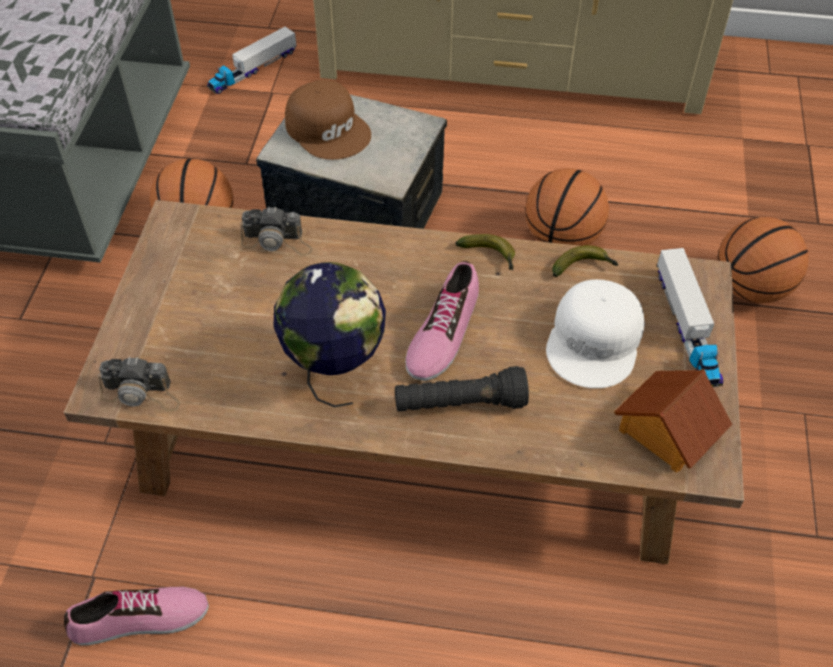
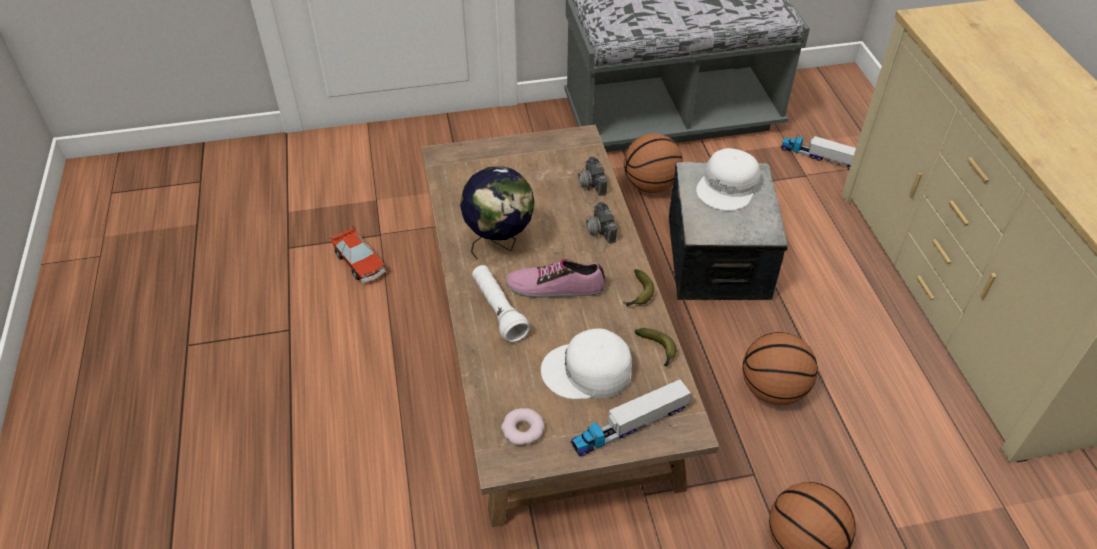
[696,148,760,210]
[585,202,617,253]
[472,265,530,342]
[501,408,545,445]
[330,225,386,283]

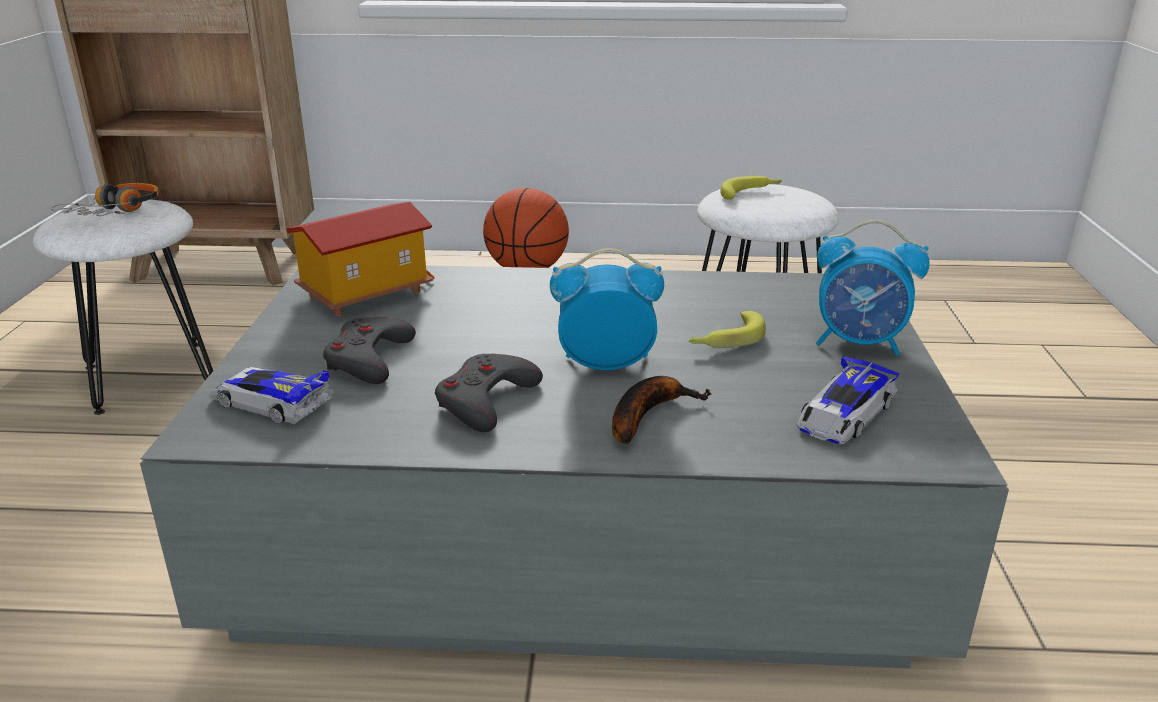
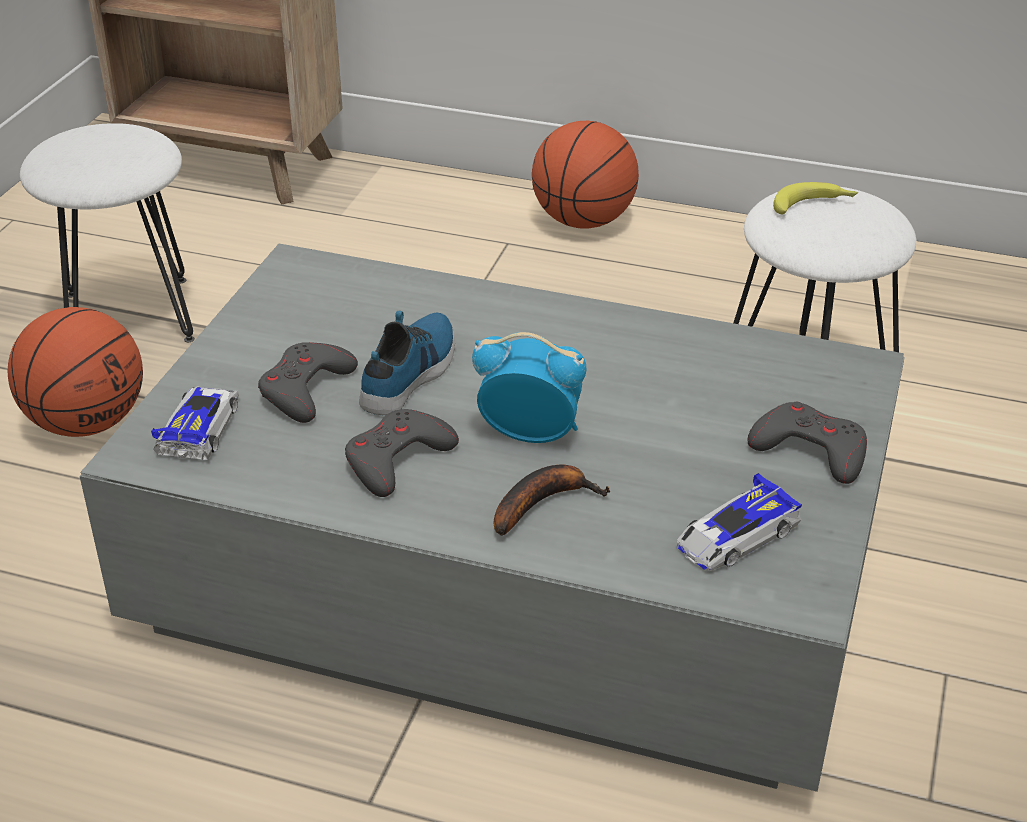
[50,183,159,216] (first image)
[286,202,435,316] (first image)
[748,402,867,484]
[689,311,766,348] (first image)
[151,387,239,460]
[8,307,143,437]
[359,311,455,415]

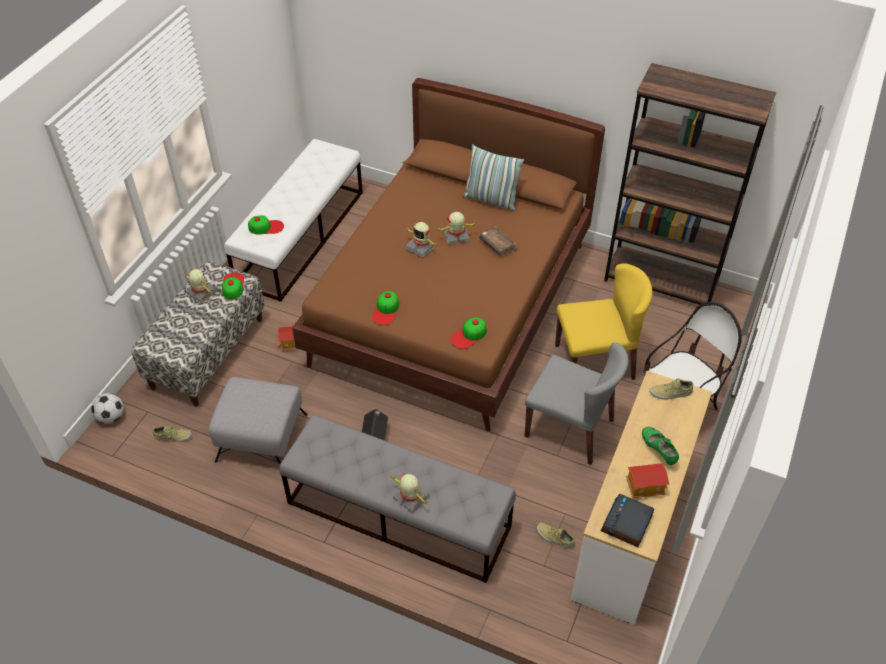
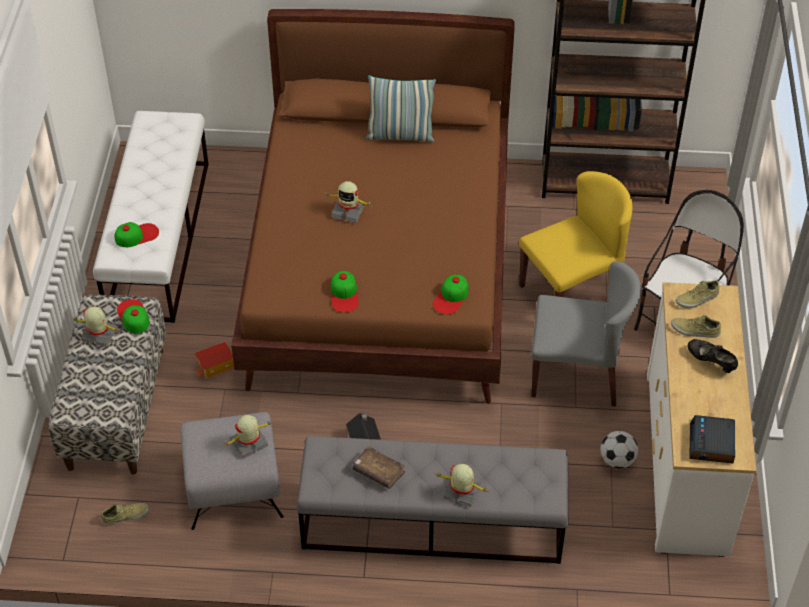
[223,415,274,458]
[352,446,405,489]
[600,431,638,468]
[688,339,738,373]
[626,463,669,498] (first image)
[671,315,721,338]

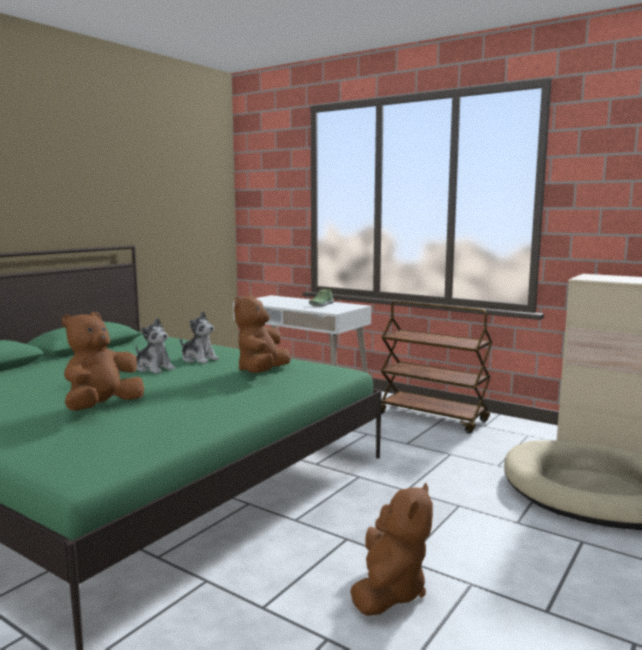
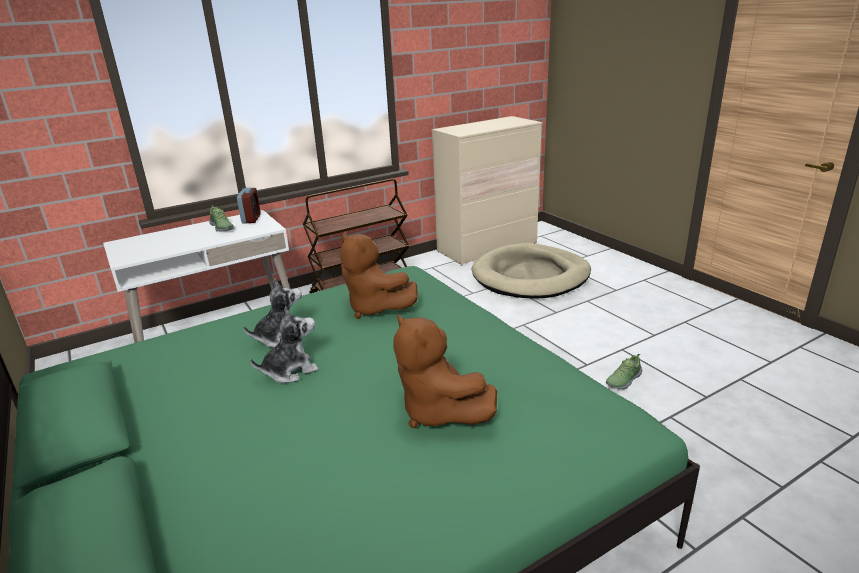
[606,354,642,389]
[237,188,261,224]

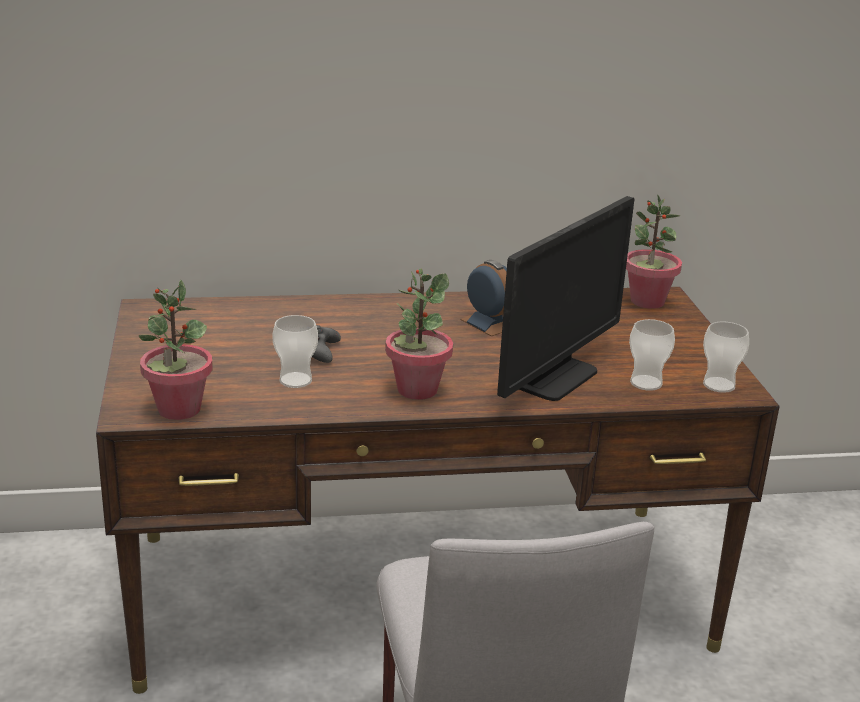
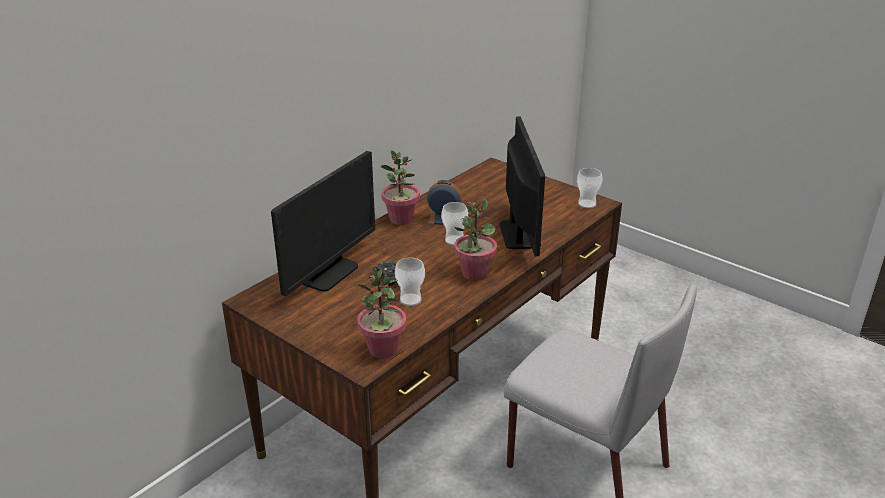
[380,150,420,225]
[441,202,469,245]
[271,151,375,297]

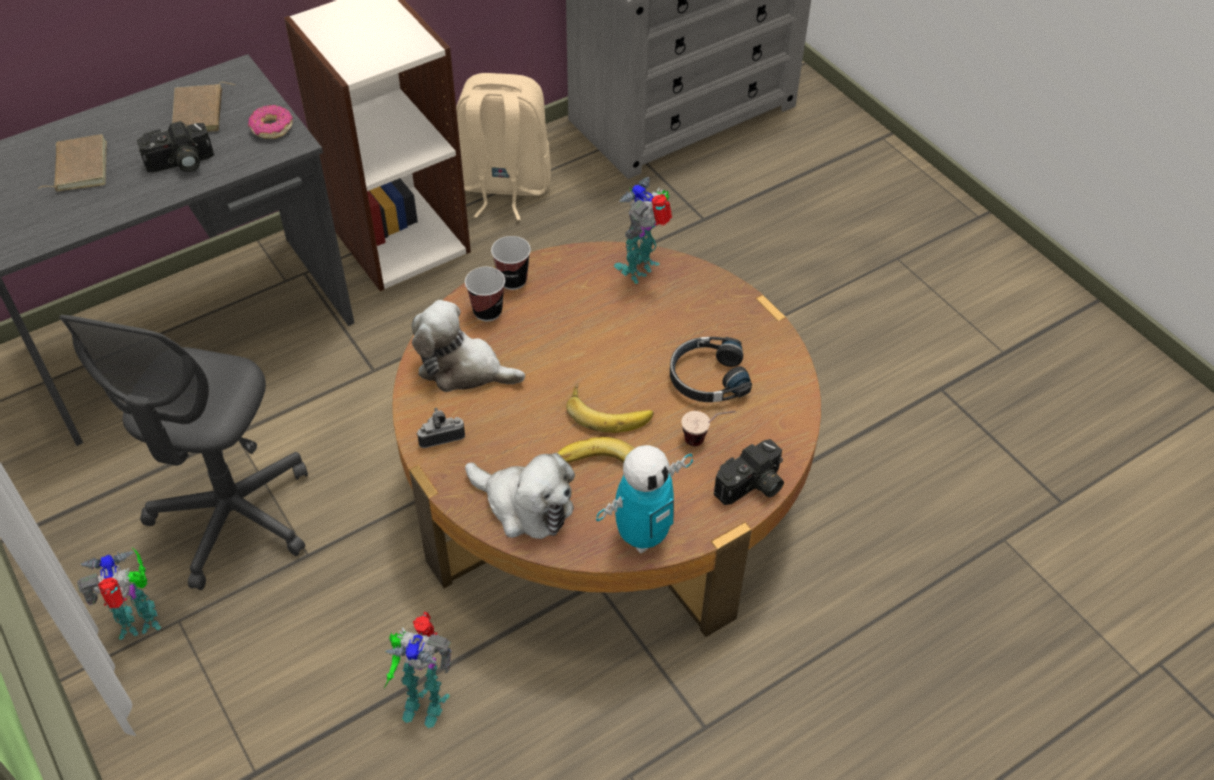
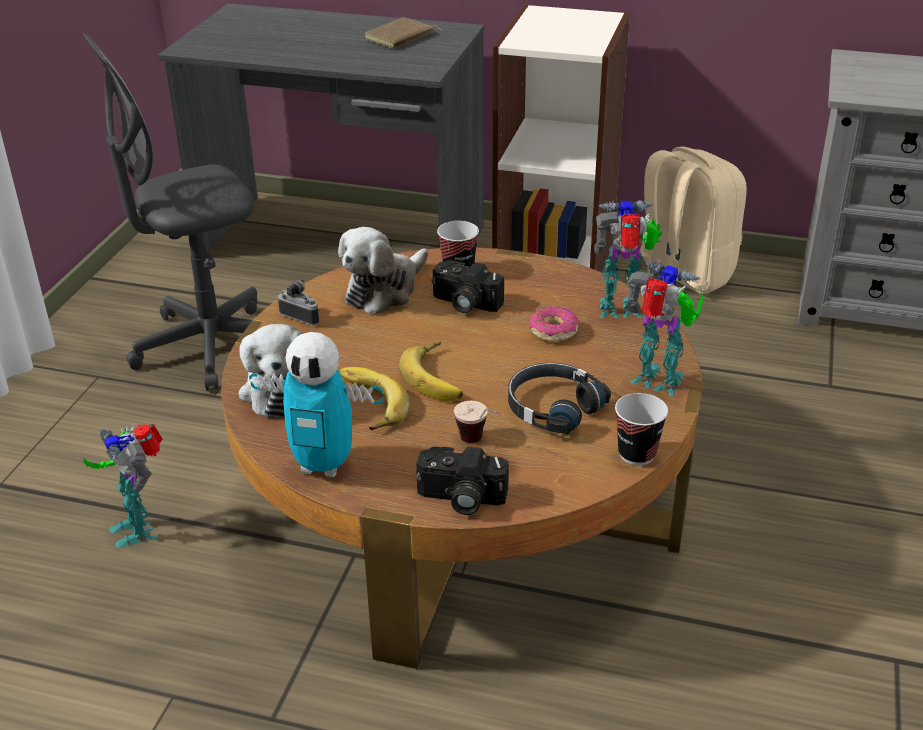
[529,306,579,342]
[432,260,504,313]
[38,134,107,191] (first image)
[615,393,668,465]
[338,227,428,315]
[627,261,703,396]

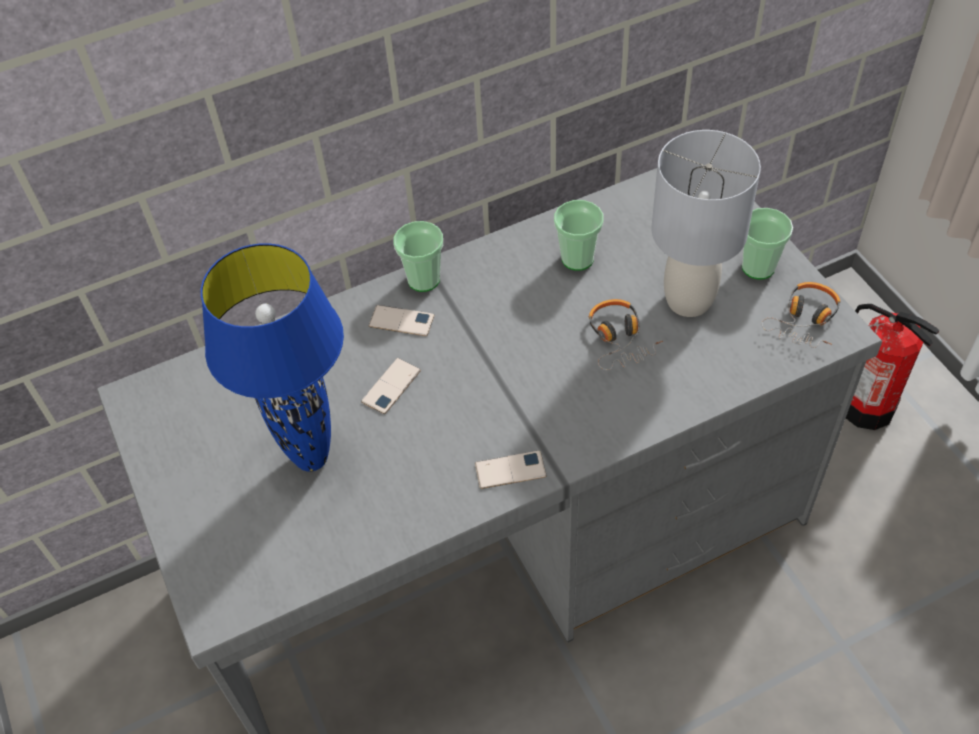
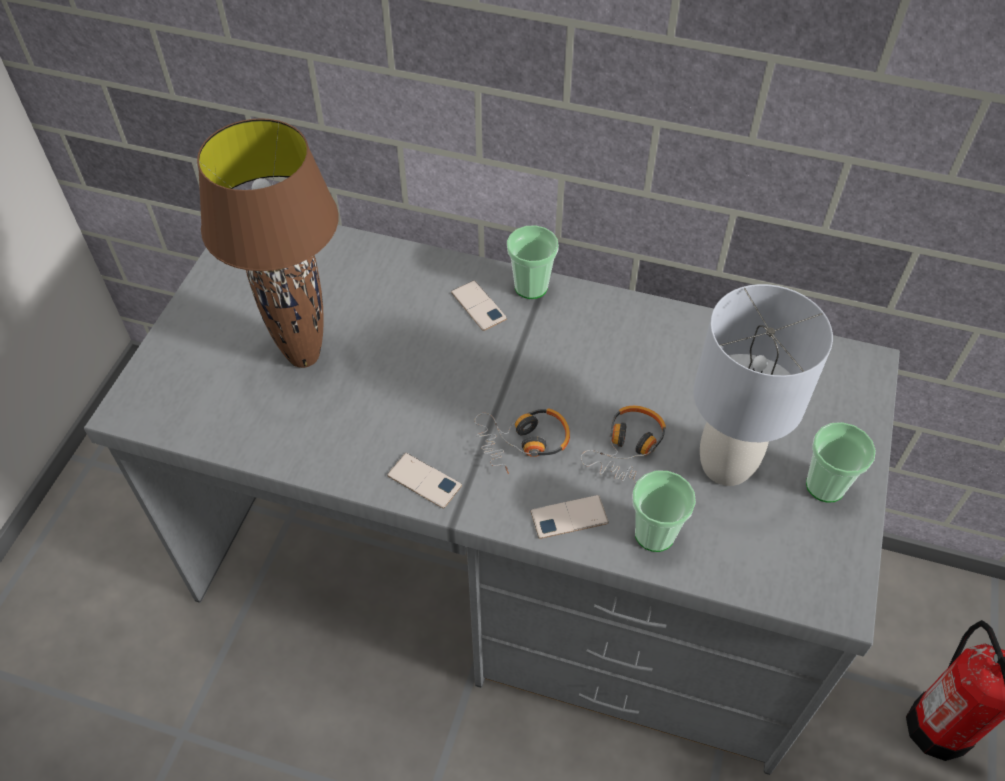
[632,471,696,552]
[197,118,339,368]
[474,408,570,474]
[530,495,609,539]

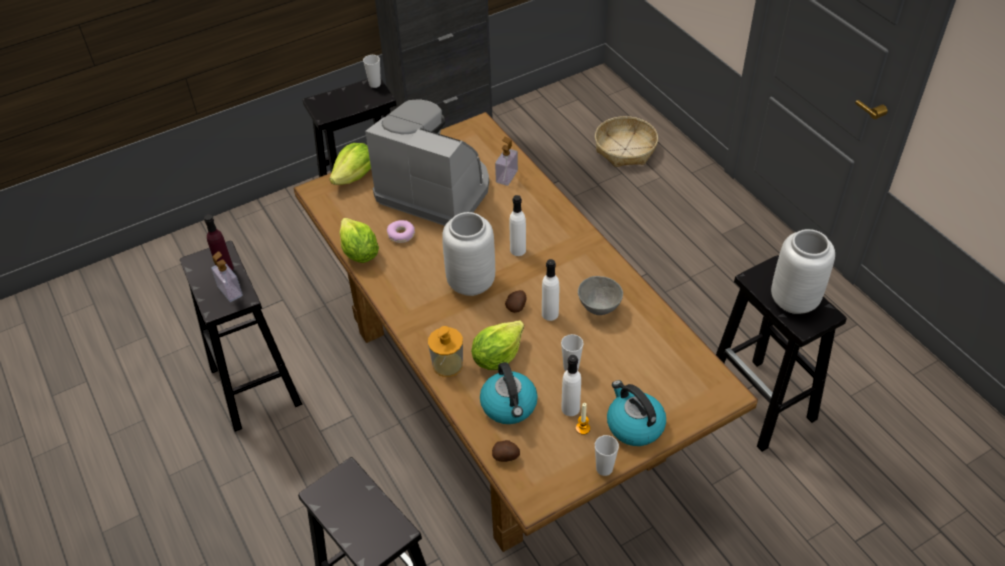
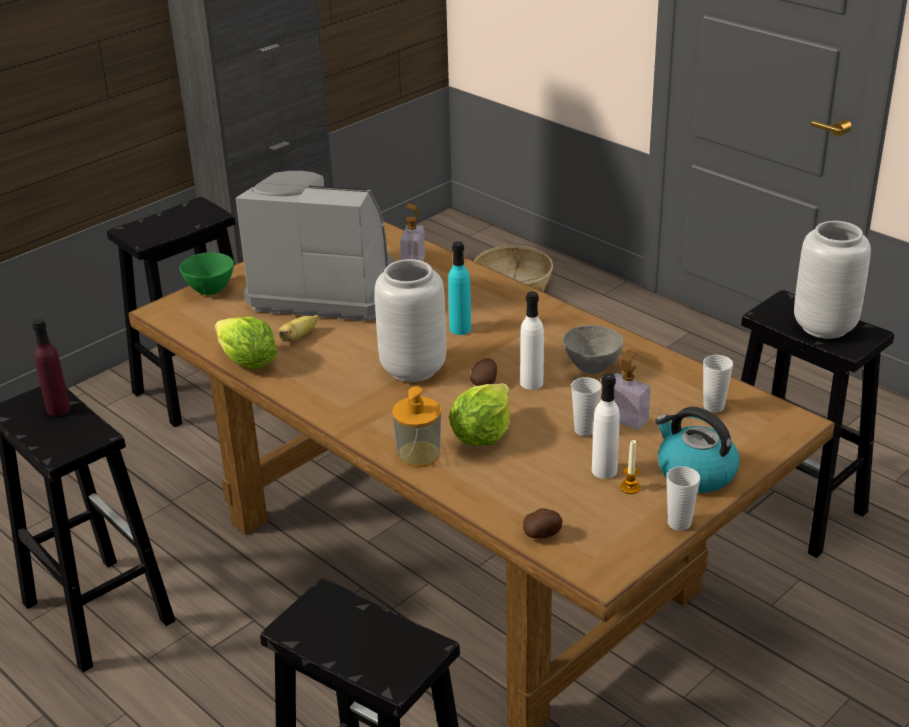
[703,355,733,413]
[180,252,234,295]
[448,241,471,335]
[279,315,319,342]
[614,350,651,430]
[480,362,538,424] (first image)

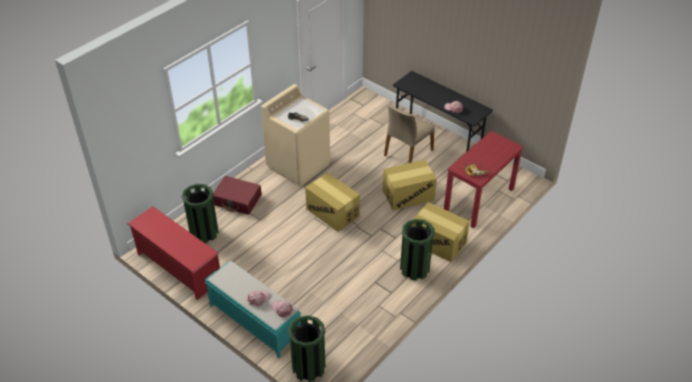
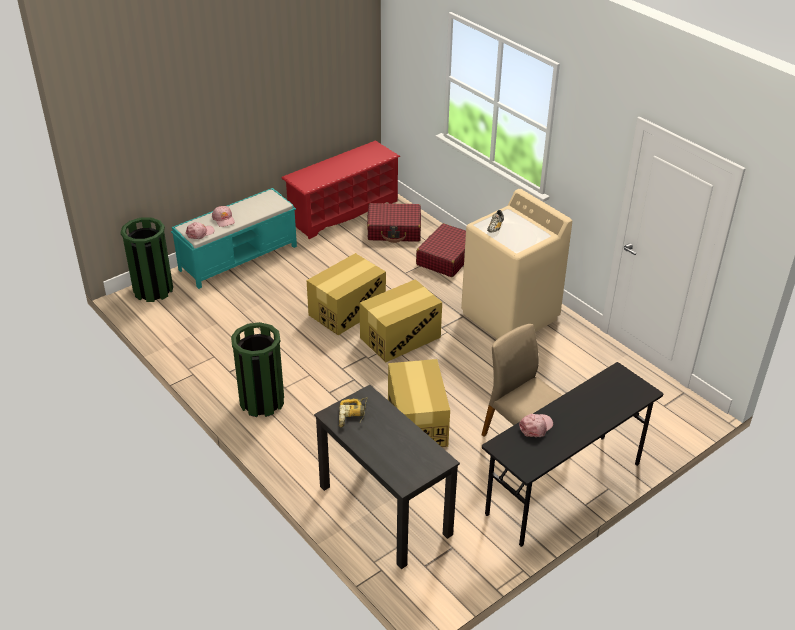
[314,385,460,569]
[367,203,421,243]
[306,253,386,335]

